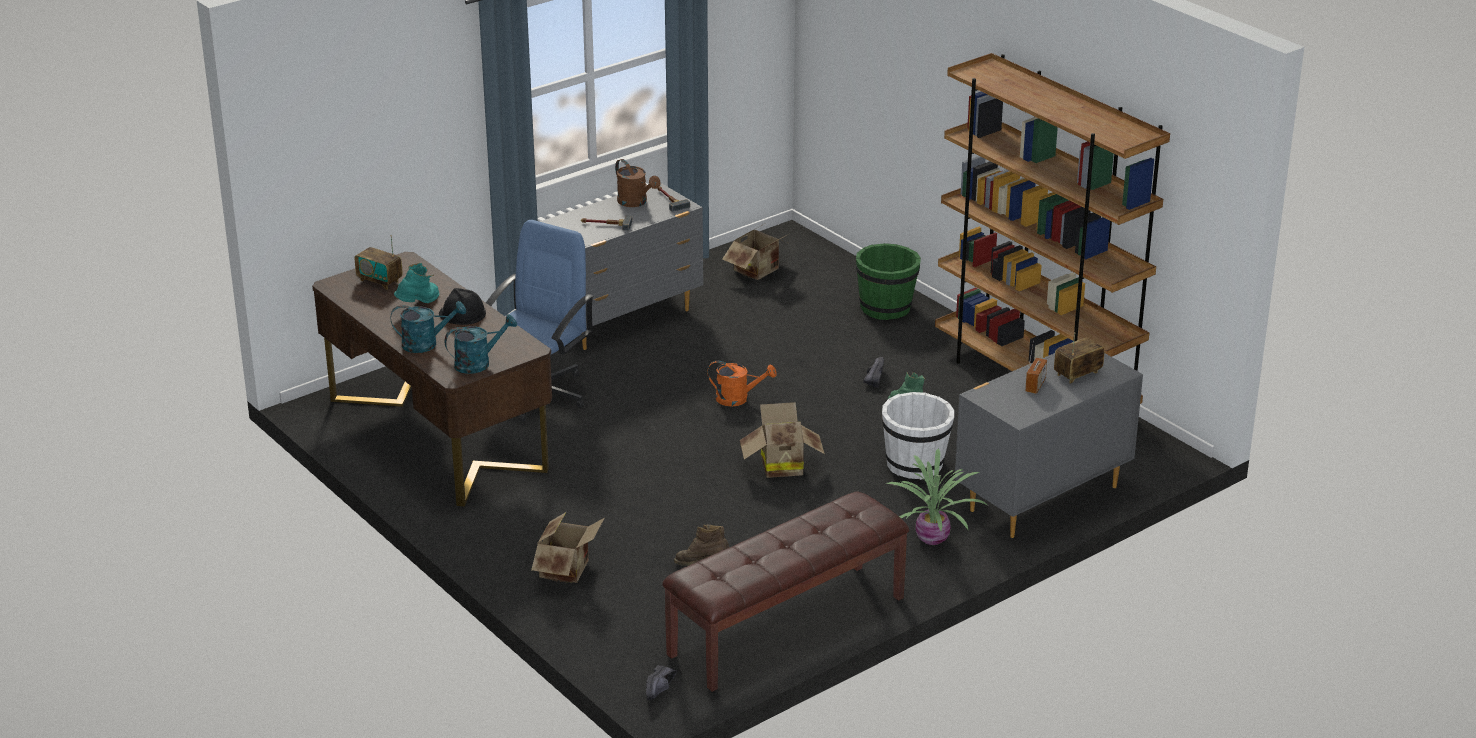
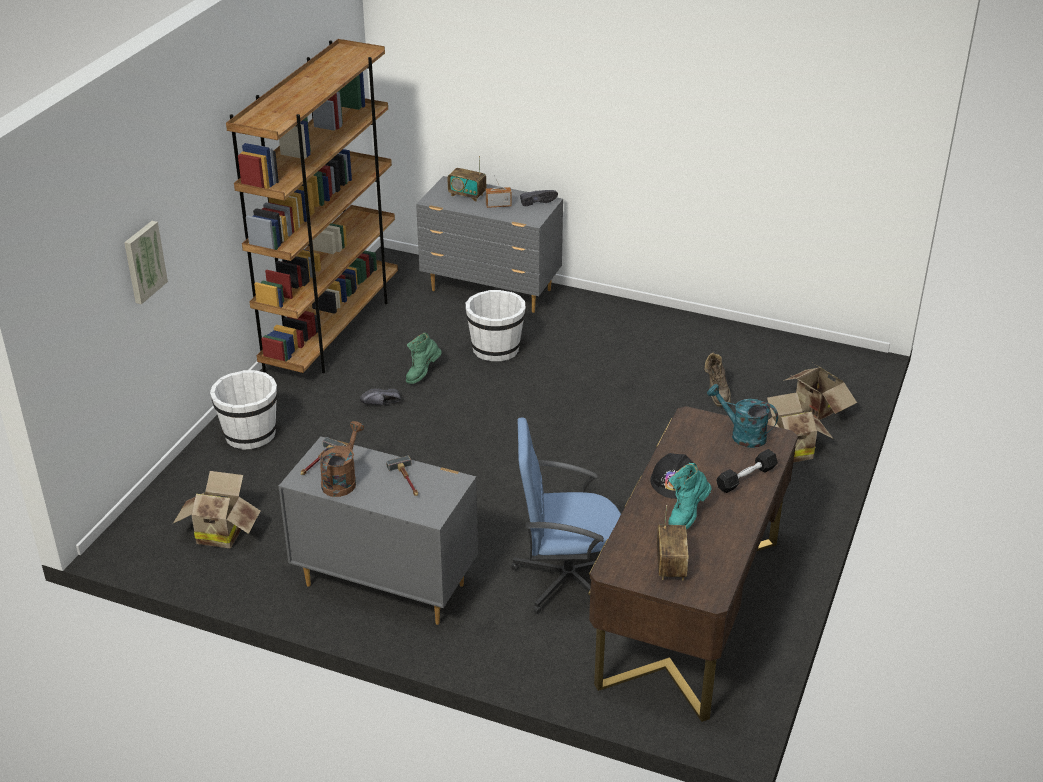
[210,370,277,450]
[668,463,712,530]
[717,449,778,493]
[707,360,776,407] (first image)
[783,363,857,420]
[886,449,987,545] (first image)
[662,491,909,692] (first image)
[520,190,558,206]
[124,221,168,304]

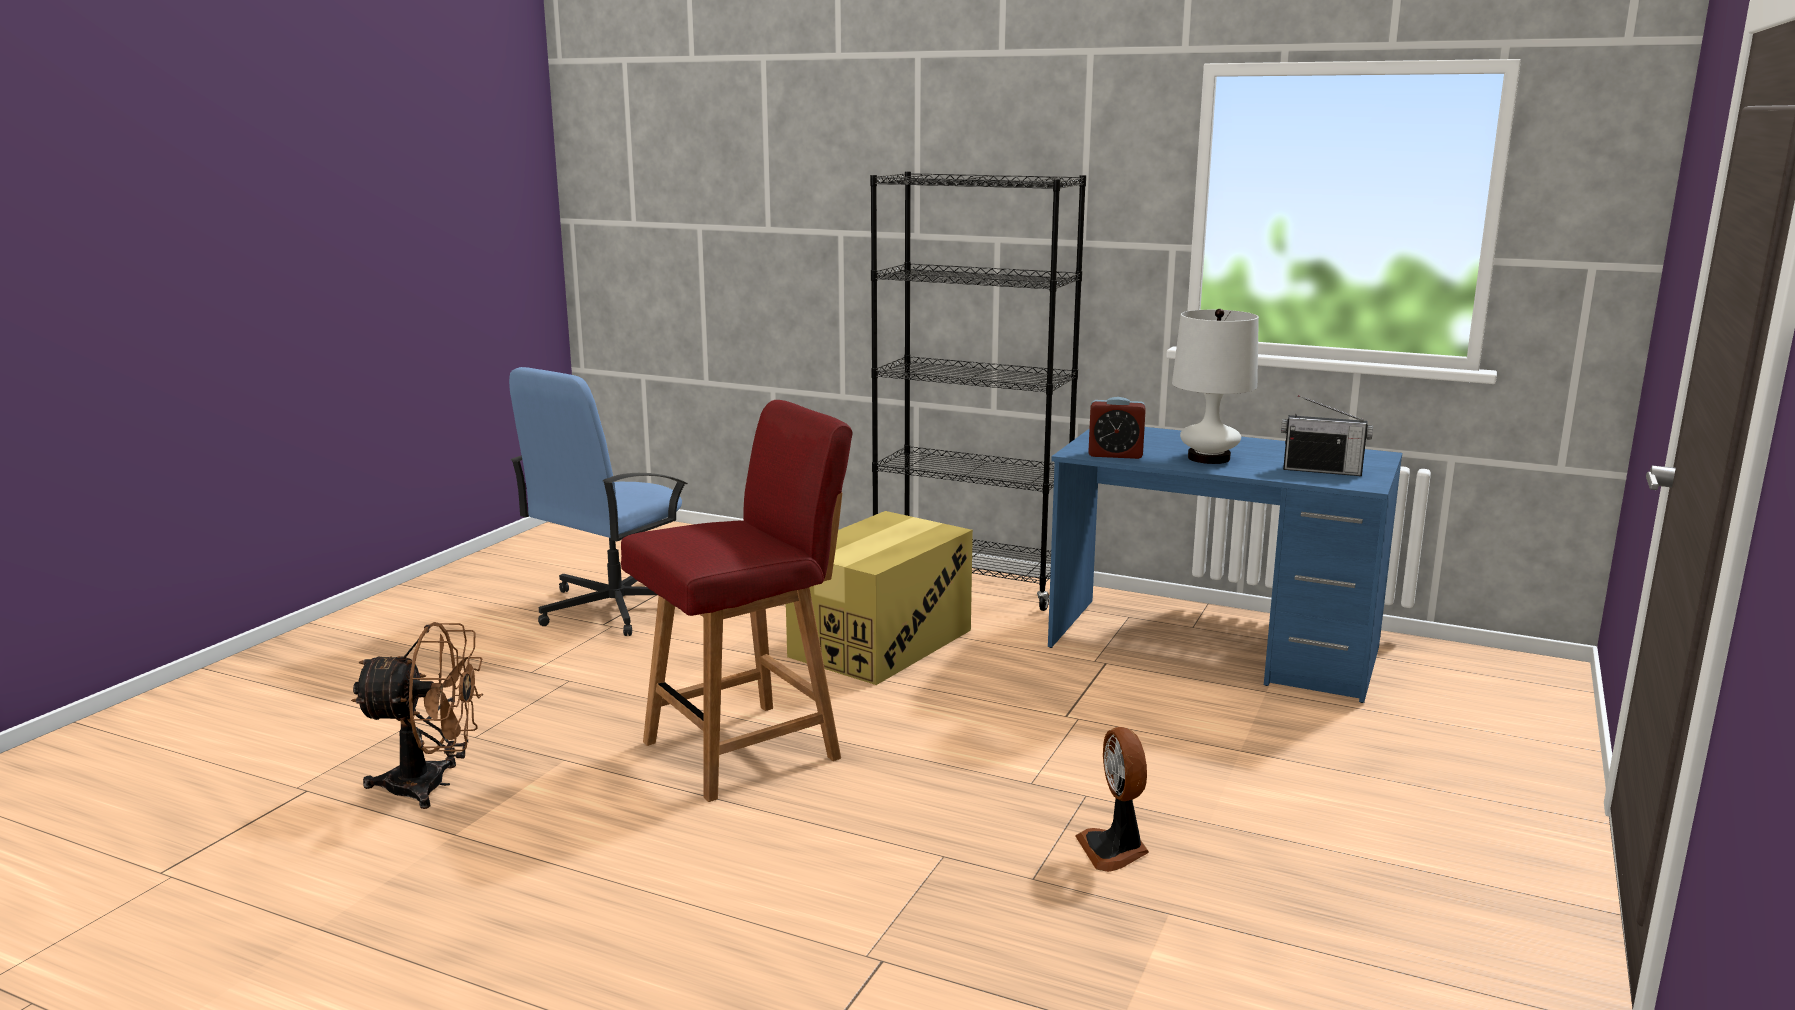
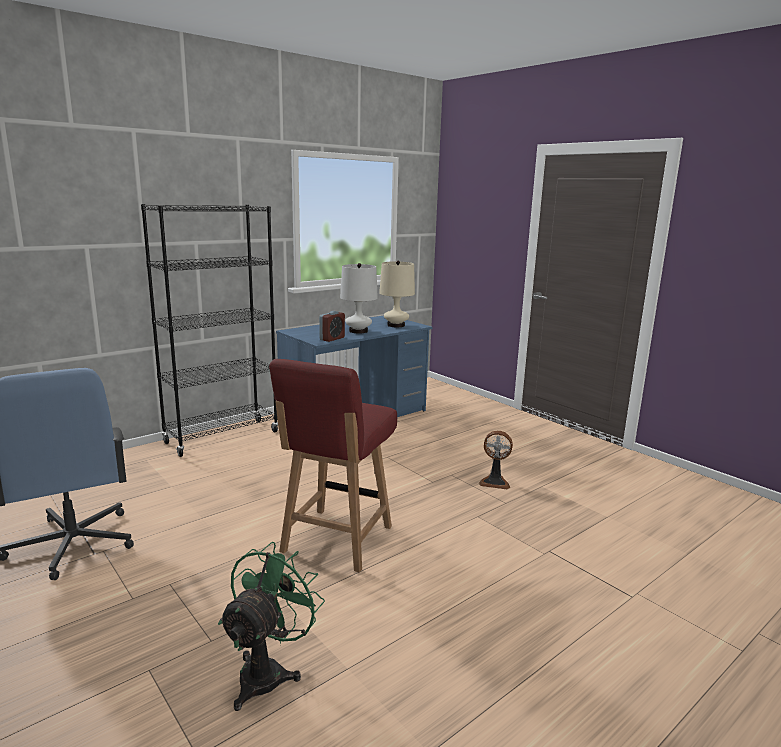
[379,261,415,327]
[269,359,397,572]
[786,511,973,685] (first image)
[218,542,325,711]

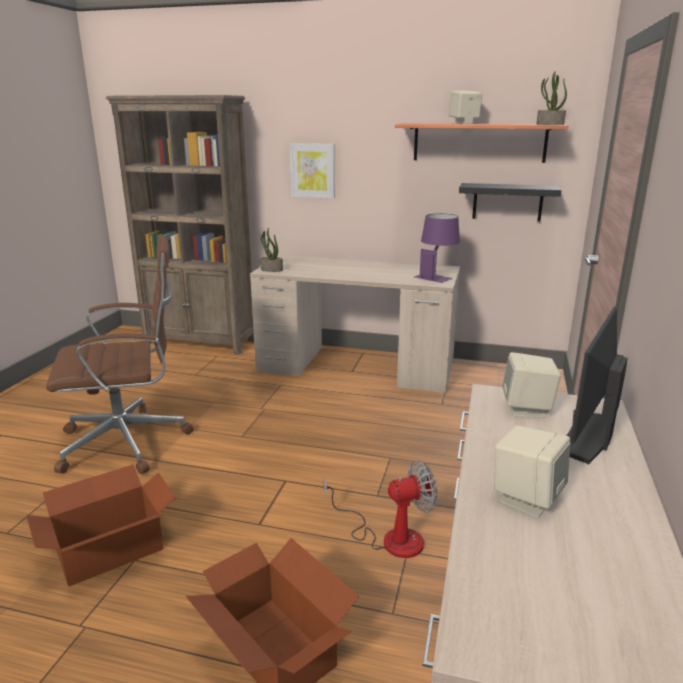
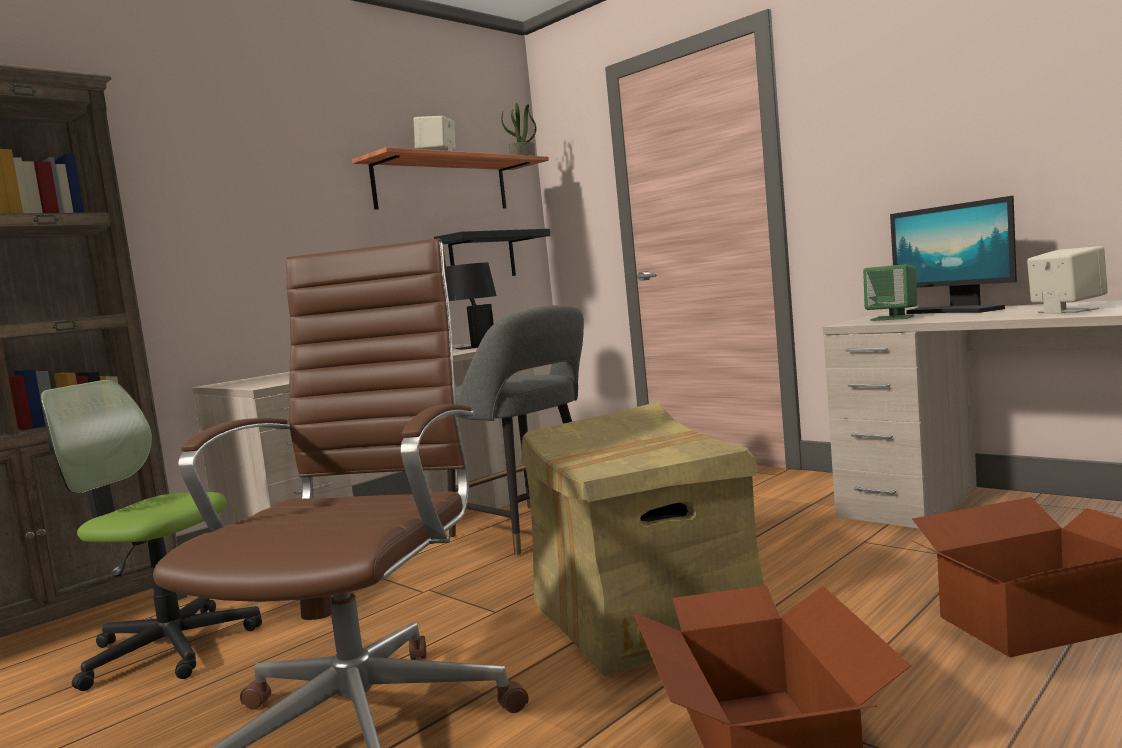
[290,143,335,199] (first image)
[445,262,497,350]
[260,227,283,272] (first image)
[863,264,917,321]
[324,460,437,558] (first image)
[447,305,584,556]
[40,380,262,691]
[521,402,764,677]

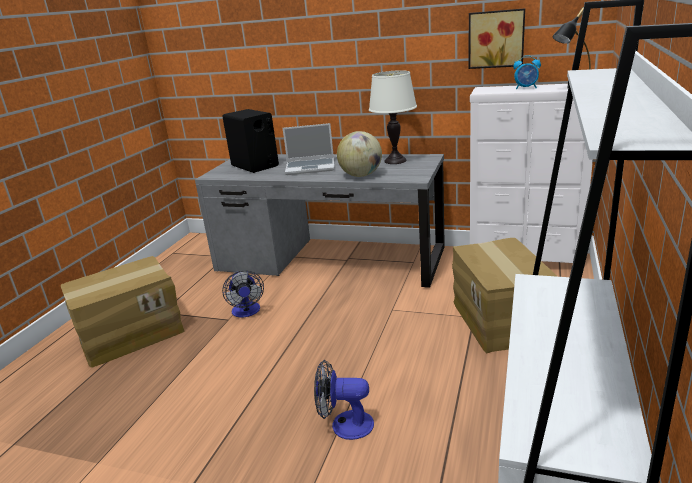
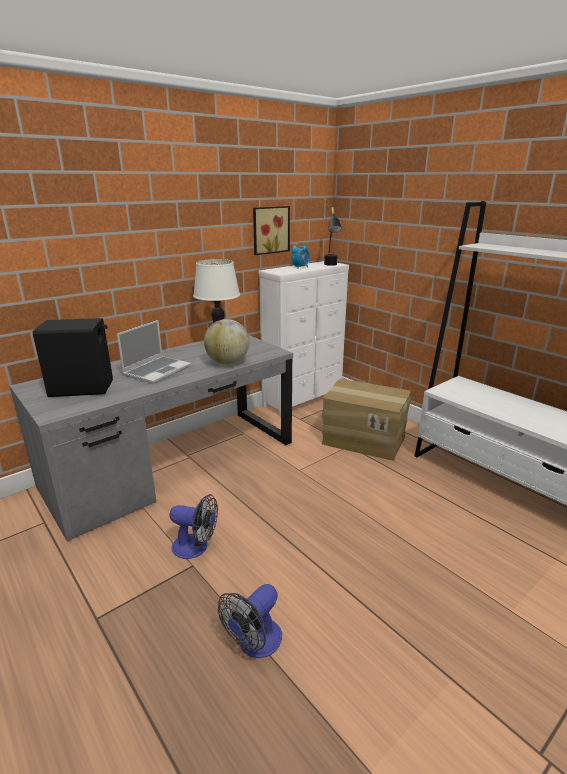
[61,256,185,368] (first image)
[218,584,282,658]

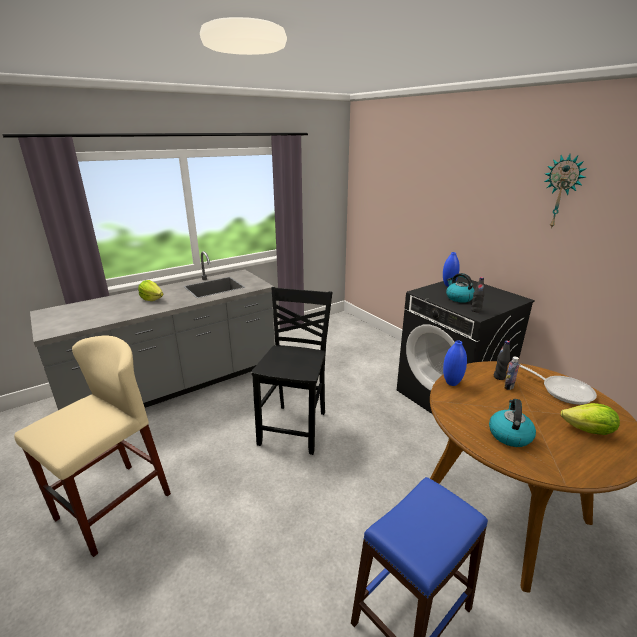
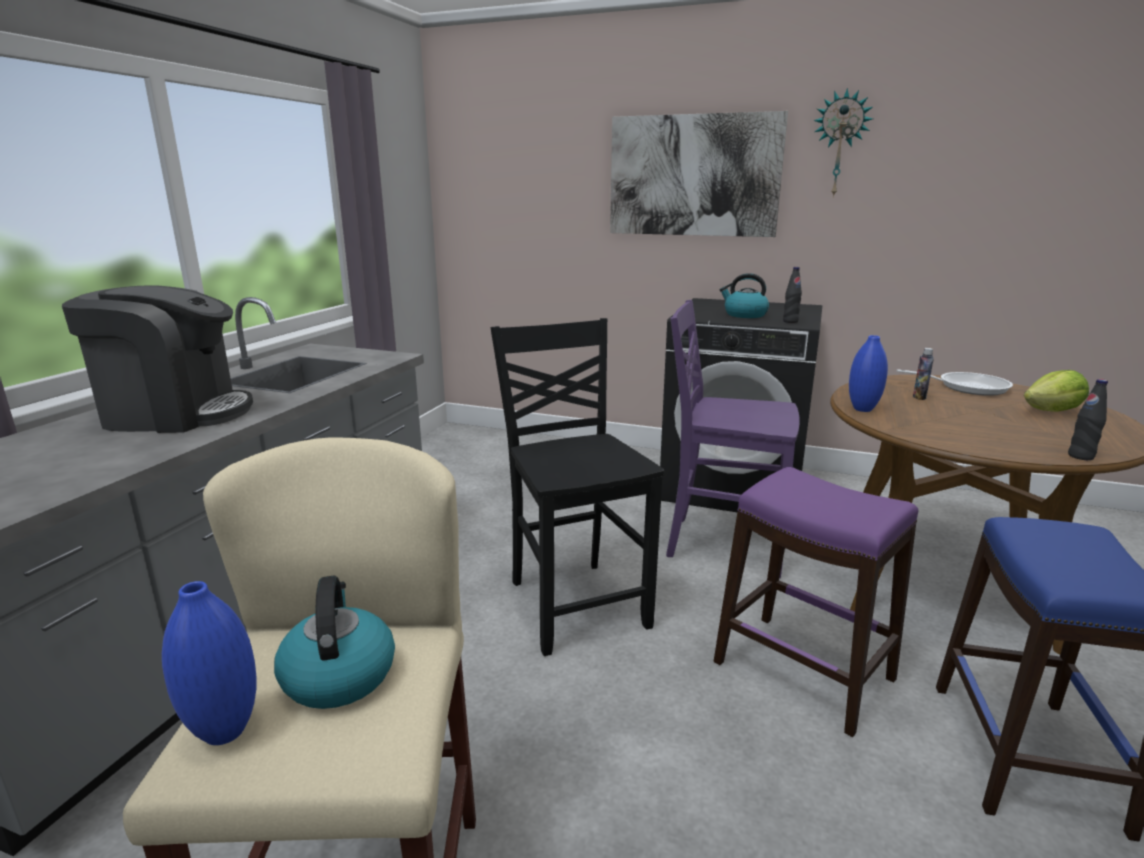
[162,581,256,745]
[62,286,253,433]
[1068,379,1108,460]
[274,576,395,709]
[610,111,788,237]
[666,300,800,579]
[714,467,918,737]

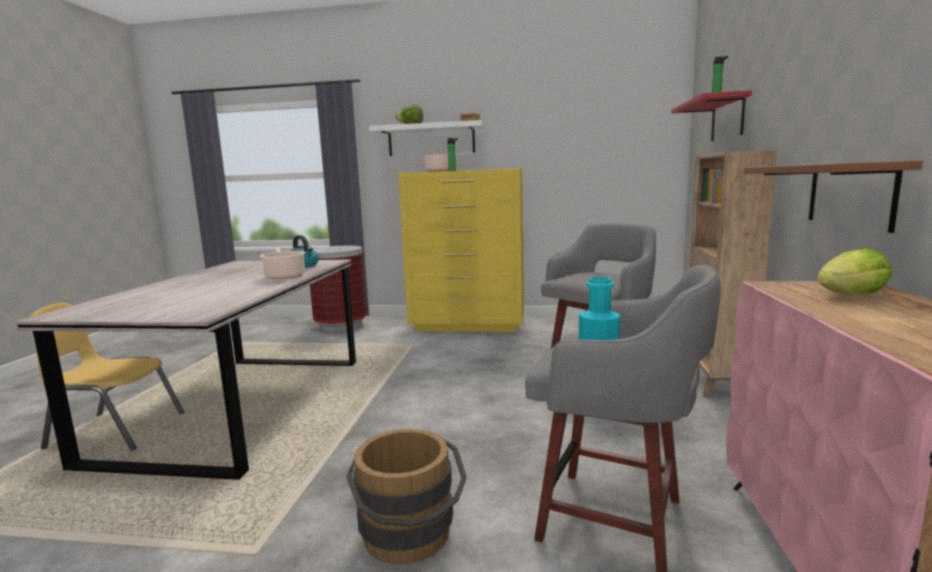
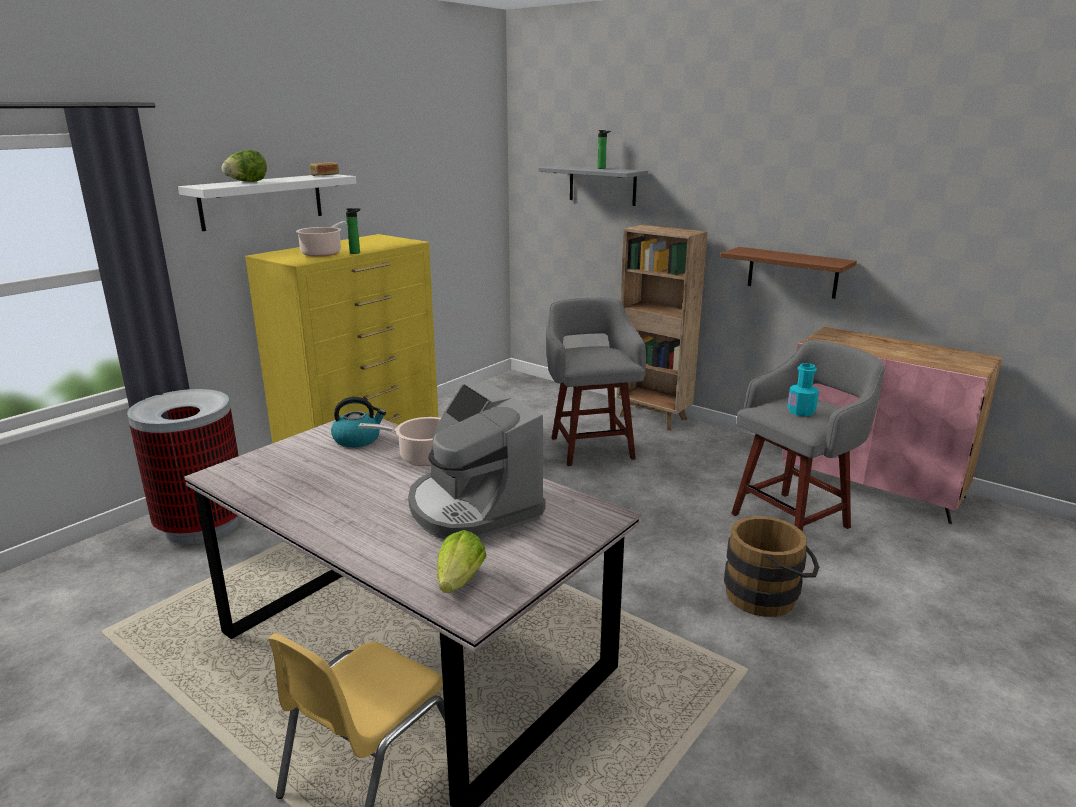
[539,165,648,206]
[437,530,486,593]
[408,381,546,539]

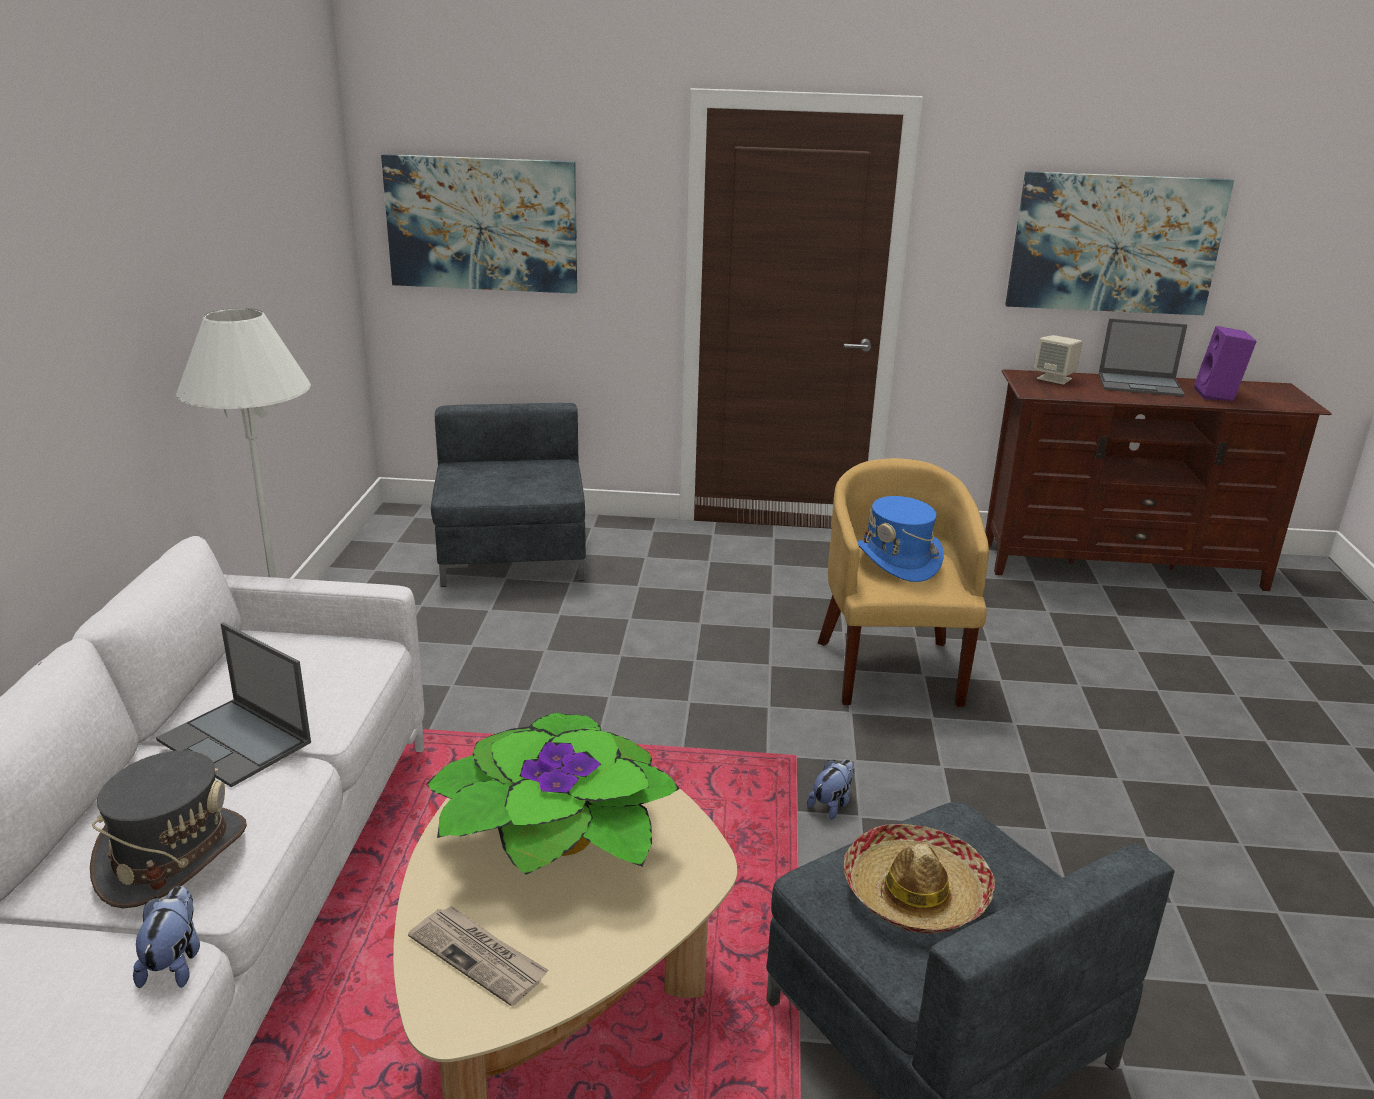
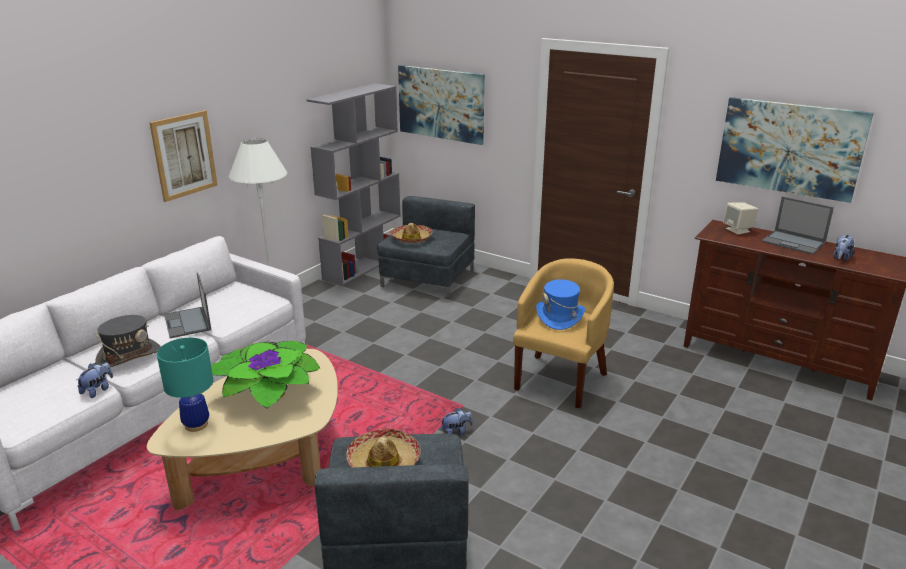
[833,235,854,261]
[157,338,213,432]
[306,83,401,286]
[149,110,218,202]
[390,223,433,243]

